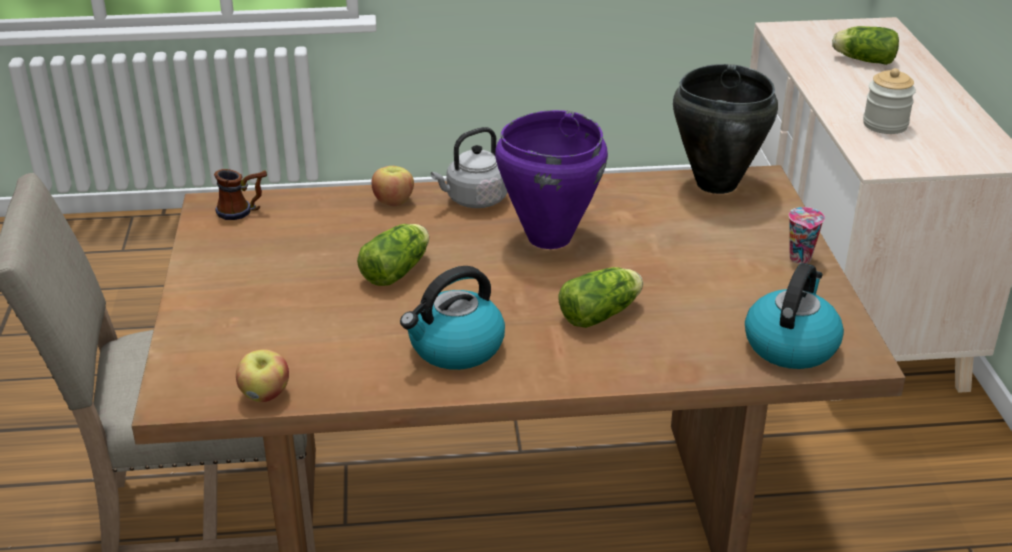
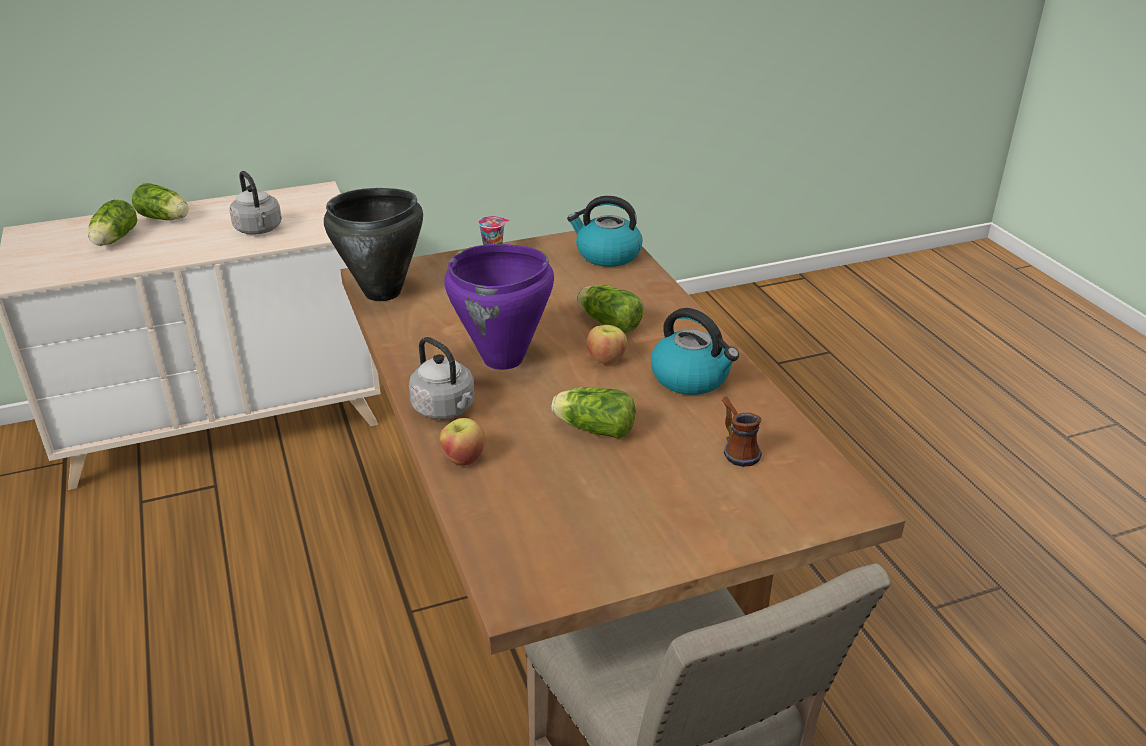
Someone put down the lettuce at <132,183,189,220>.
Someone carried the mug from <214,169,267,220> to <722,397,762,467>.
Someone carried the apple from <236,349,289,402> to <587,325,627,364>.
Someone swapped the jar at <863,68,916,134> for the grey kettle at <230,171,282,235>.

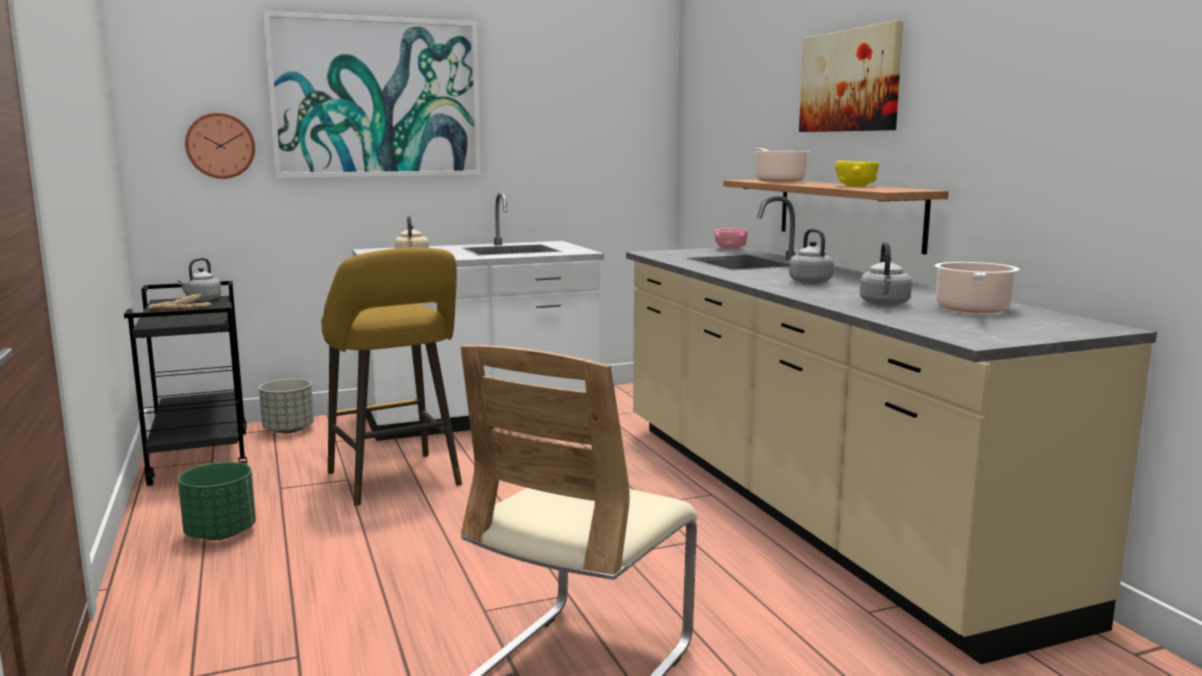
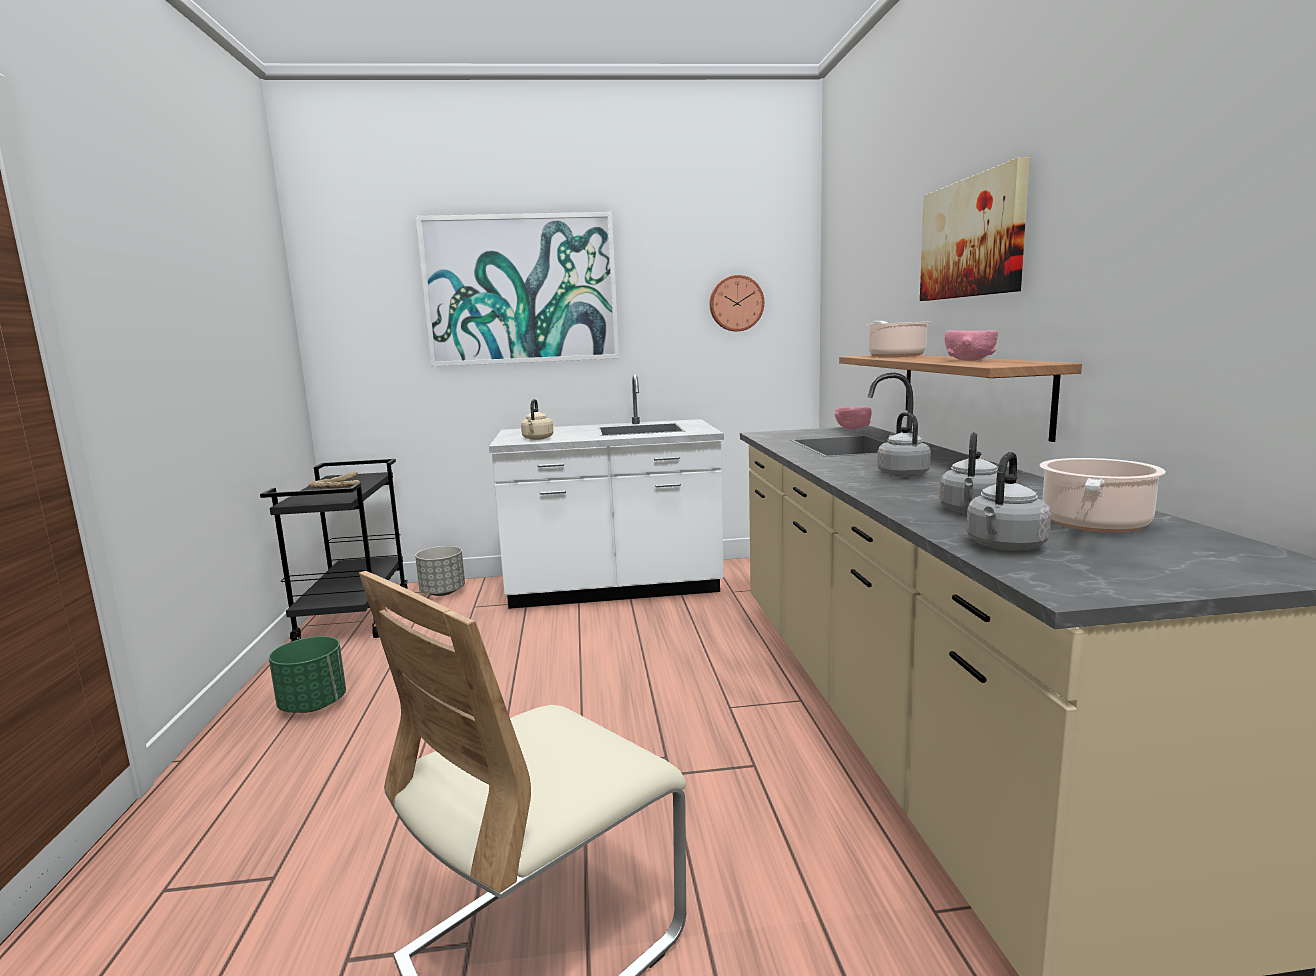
Someone took away the yellow stool at <321,248,462,506>.
Someone carried the grey kettle from <177,258,221,301> to <966,452,1051,551>.
Someone carried the wall clock from <185,113,255,179> to <710,275,764,331>.
Someone repainted the yellow bowl at <835,161,879,187>, which became the pink bowl at <944,330,998,361>.

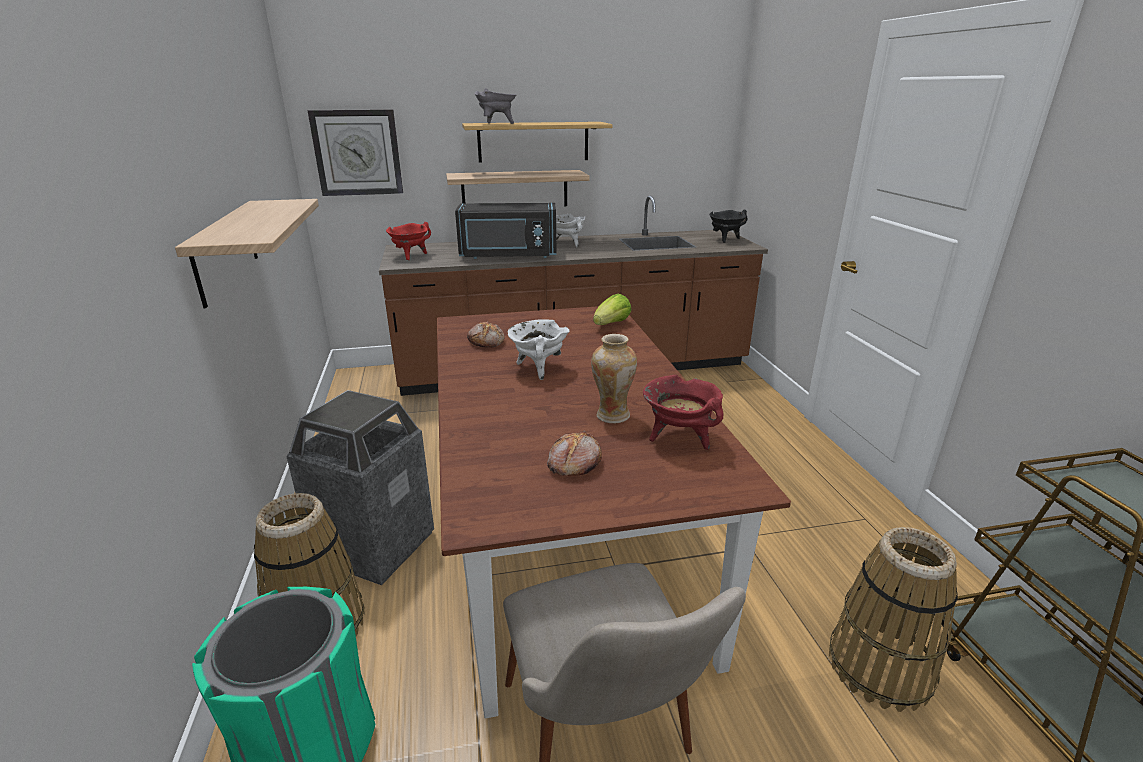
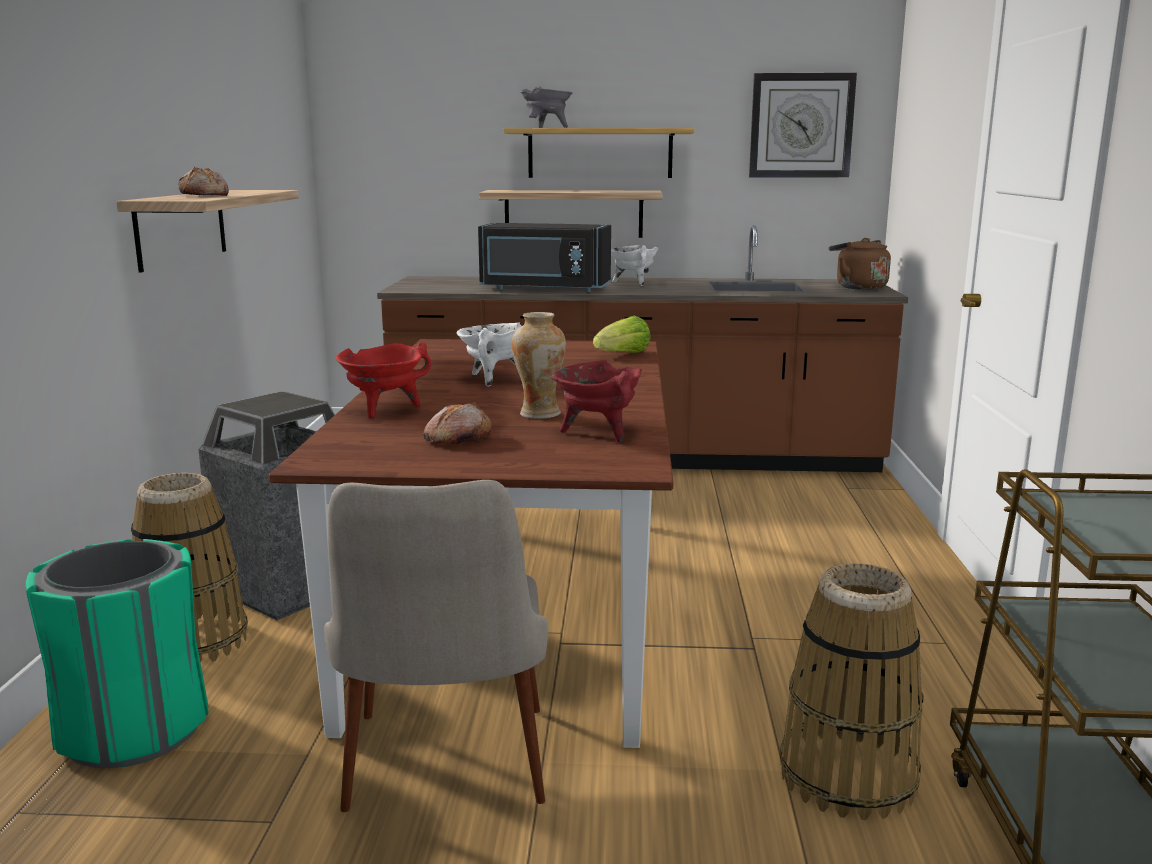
Someone carried the wall clock from <307,110,403,196> to <749,73,857,178>.
Someone carried the red cooking pot from <386,222,431,260> to <336,342,431,419>.
Someone carried the bread from <467,322,505,347> to <179,167,229,196>.
Someone swapped the black cooking pot at <709,210,748,243> for the brown kettle at <829,238,891,290>.

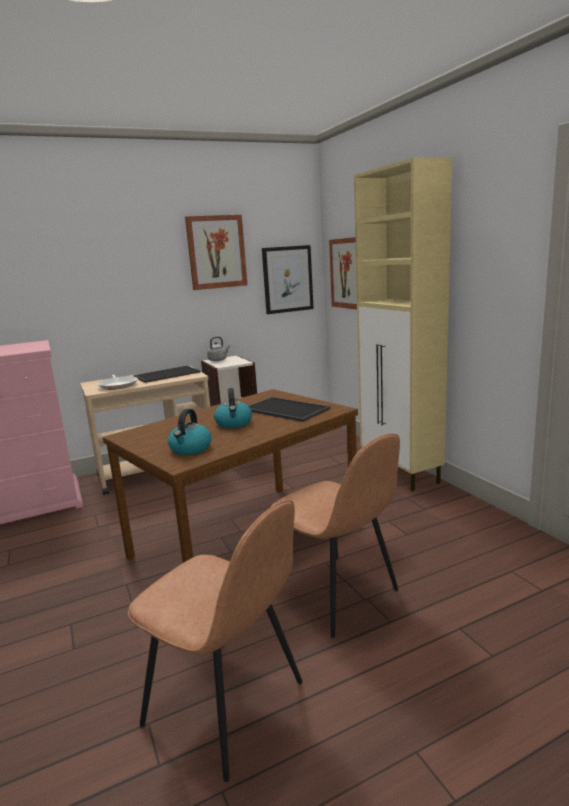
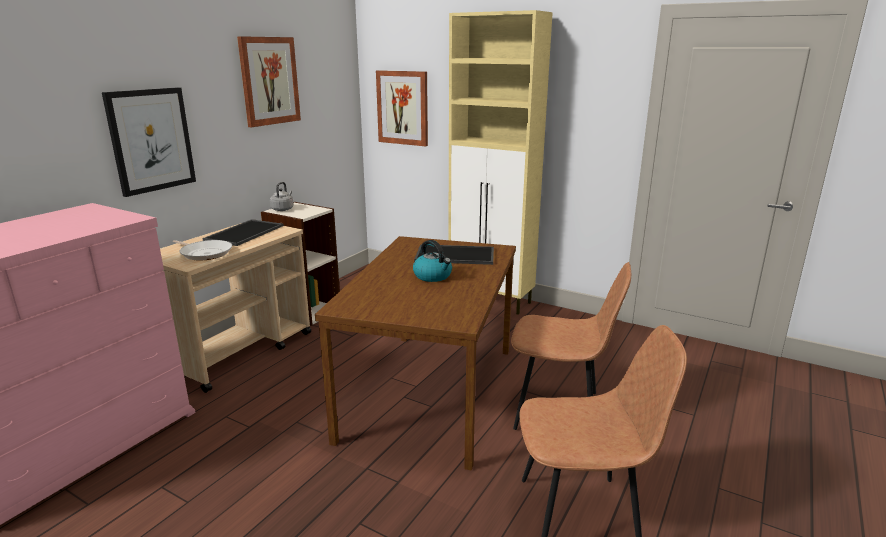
Someone took away the kettle at <168,409,211,455>.
Someone carried the picture from <262,245,314,314> to <102,87,196,197>.

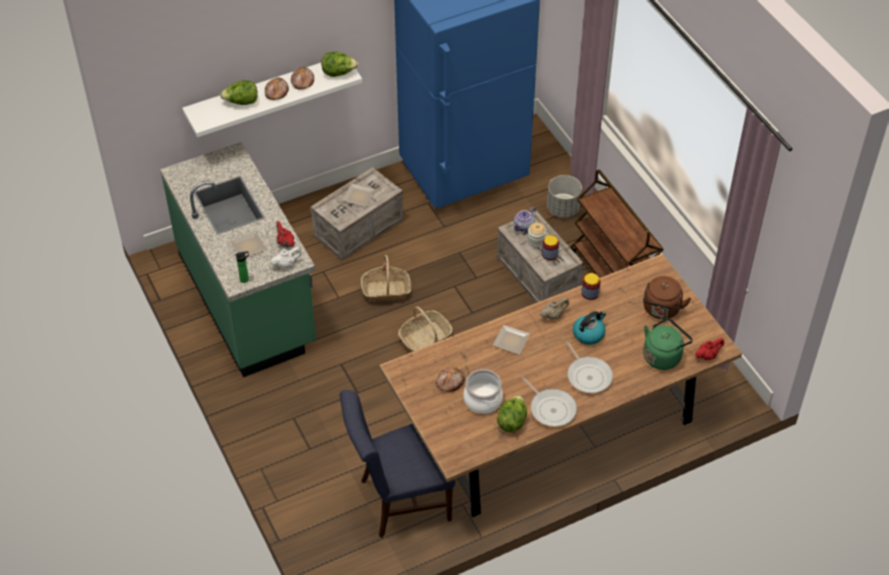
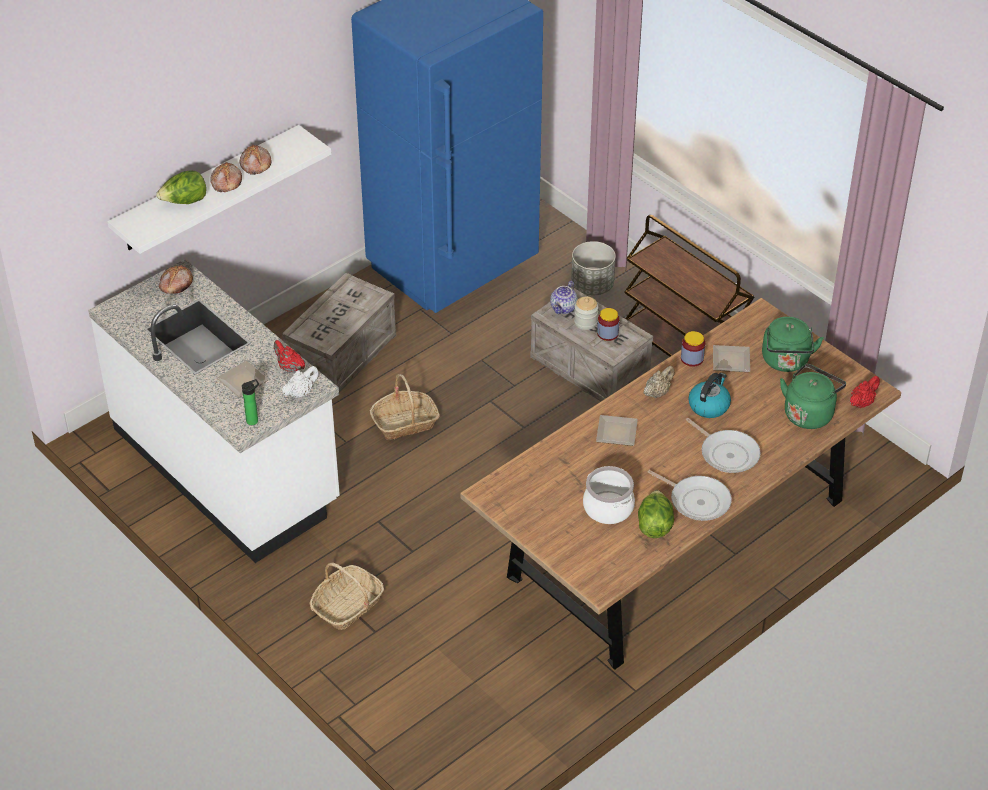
Someone took away the lettuce at <321,52,358,77>.
Someone took away the blue chair at <340,390,455,538>.
Someone carried the plate from <342,184,375,207> to <713,345,750,372>.
Someone carried the basket from <398,306,452,352> to <310,562,384,630>.
Someone carried the bread from <436,367,465,392> to <159,265,193,294>.
Someone repainted the green counter at <160,142,316,377>, which became the white counter at <88,259,340,563>.
Someone repainted the brown kettle at <643,276,691,319>, which became the green kettle at <762,317,824,372>.

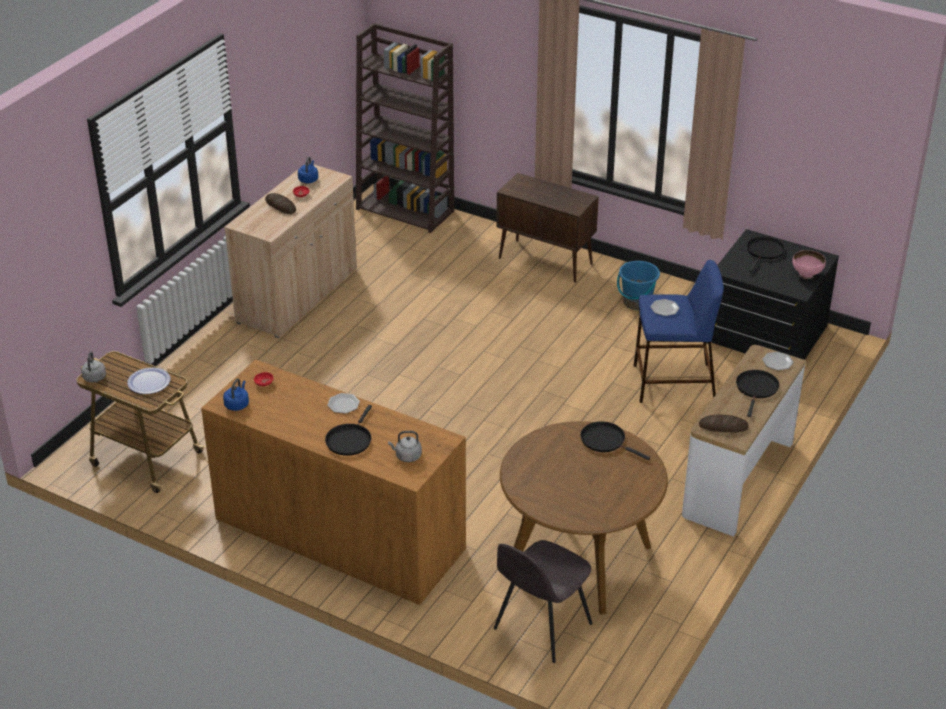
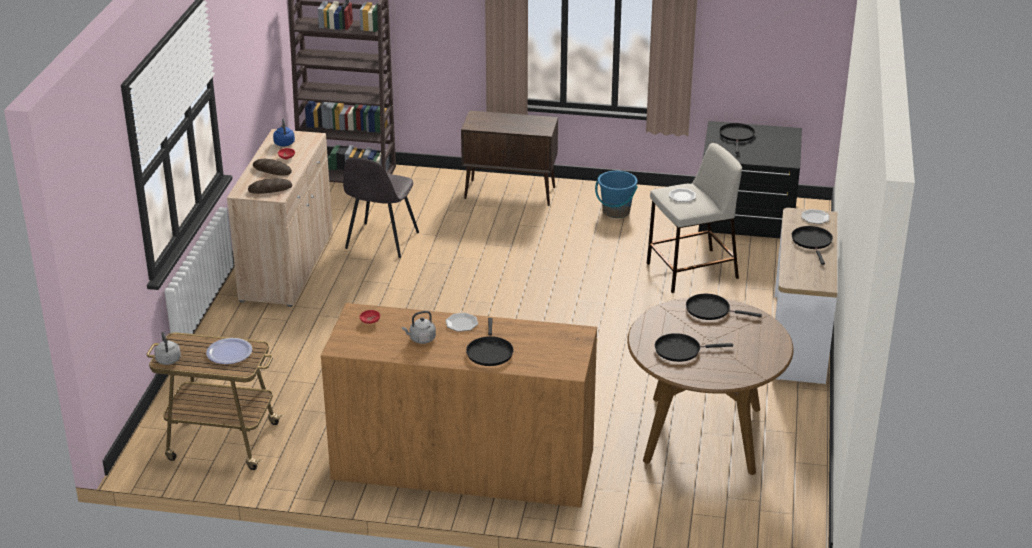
Someone took away the blue kettle at <223,378,249,411>.
Someone took away the pink bowl at <792,250,826,279>.
Someone put down the black frying pan at <655,333,733,362>.
Someone carried the grey kettle from <388,431,422,462> to <402,311,436,344>.
Someone carried the grey chair from <494,540,592,663> to <343,157,419,258>.
Someone carried the bread from <699,415,749,432> to <248,178,292,194>.
Someone repainted the blue stool at <634,260,724,403>, which became the beige stool at <647,143,742,293>.

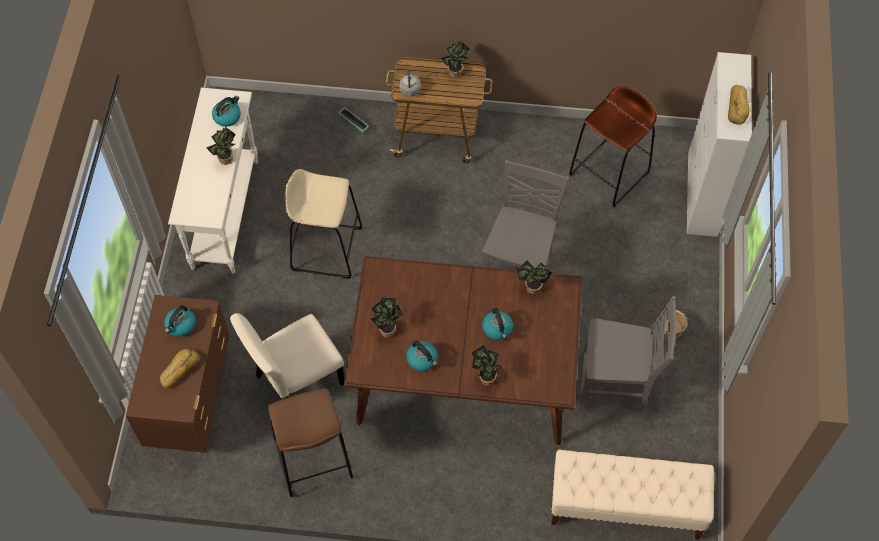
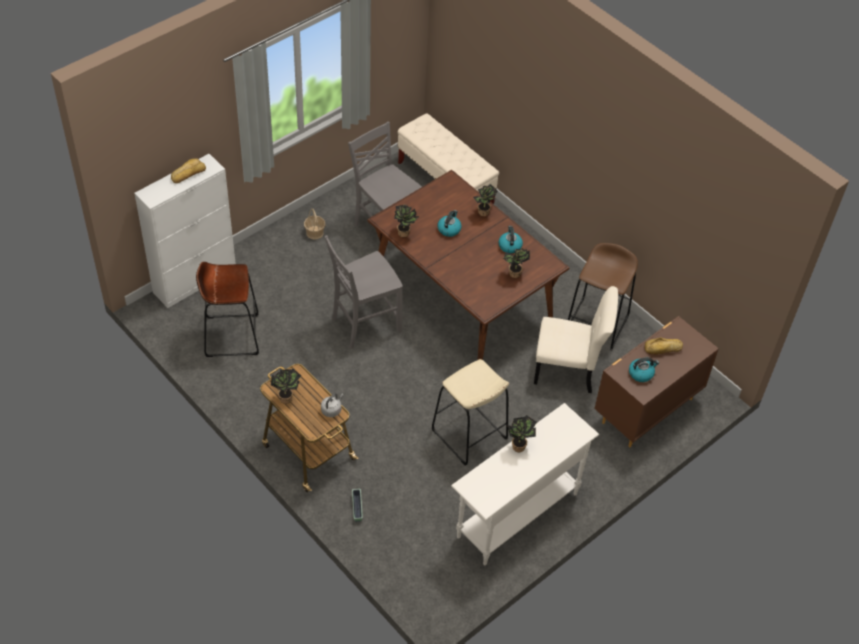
Someone took away the kettle at <212,96,241,127>.

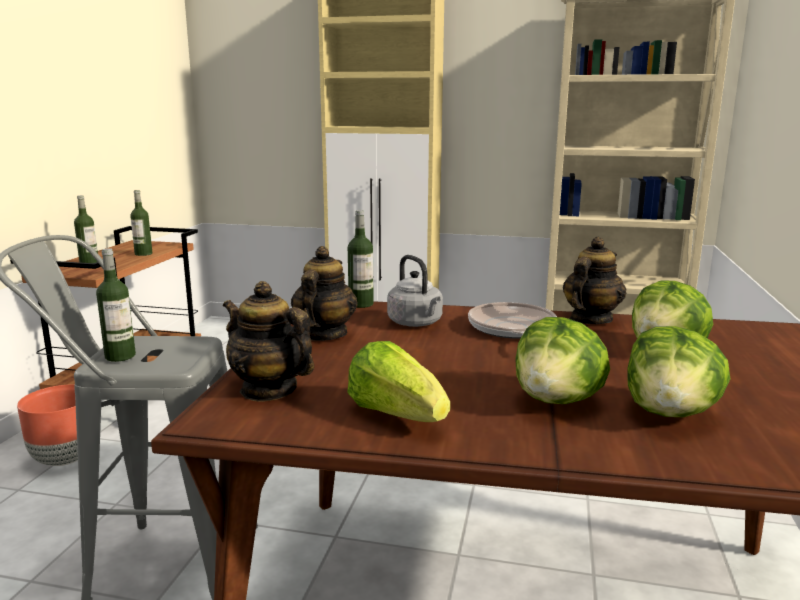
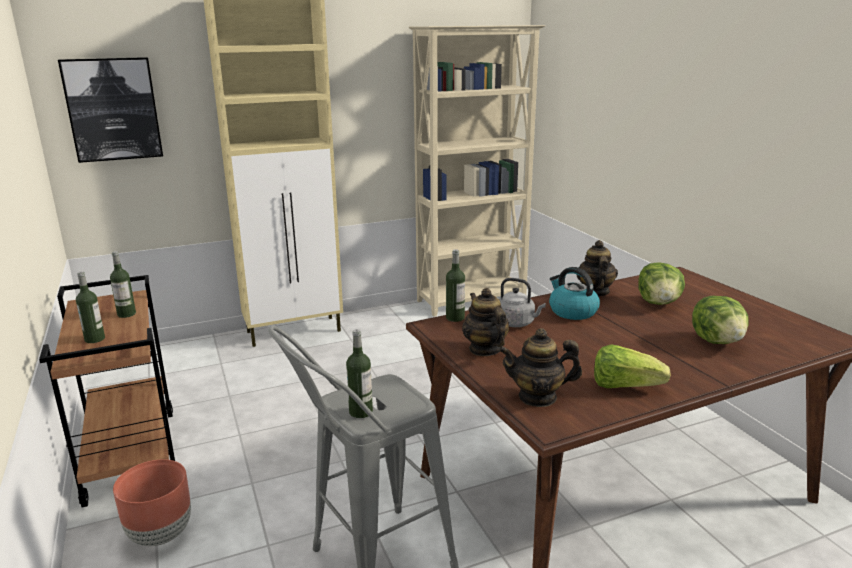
Someone took away the lettuce at <515,317,610,404>.
Someone put up the picture at <58,57,163,163>.
Someone swapped the frying pan at <468,302,557,339> for the kettle at <549,267,600,320>.

